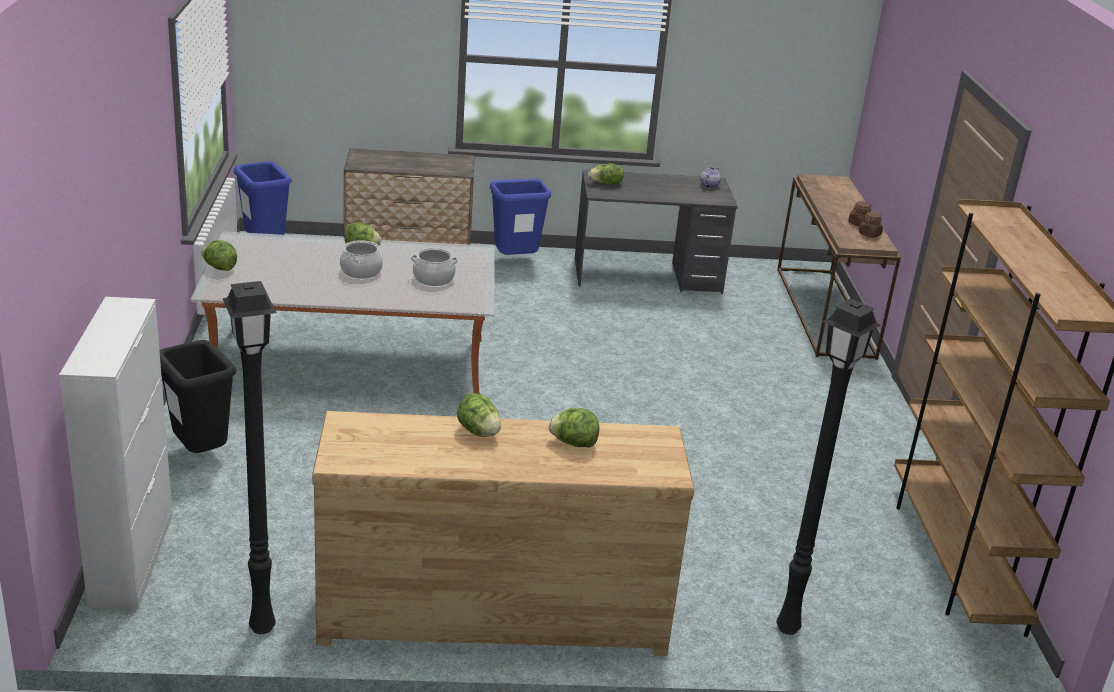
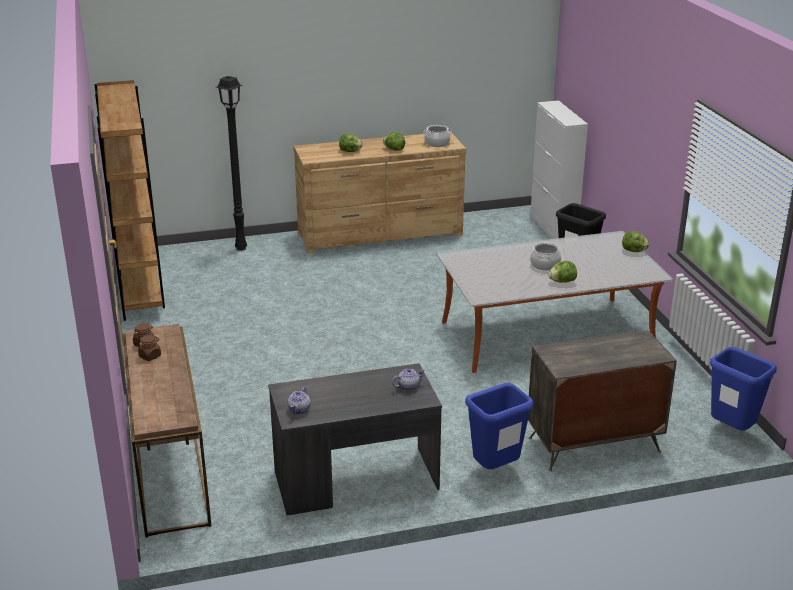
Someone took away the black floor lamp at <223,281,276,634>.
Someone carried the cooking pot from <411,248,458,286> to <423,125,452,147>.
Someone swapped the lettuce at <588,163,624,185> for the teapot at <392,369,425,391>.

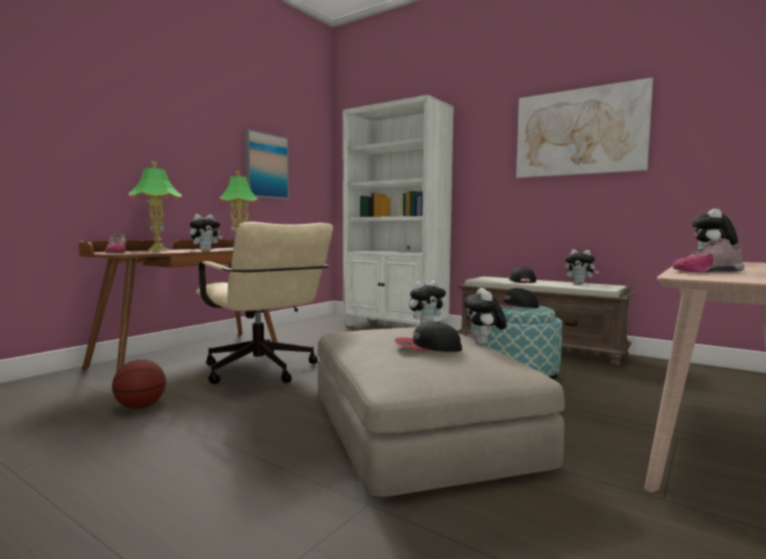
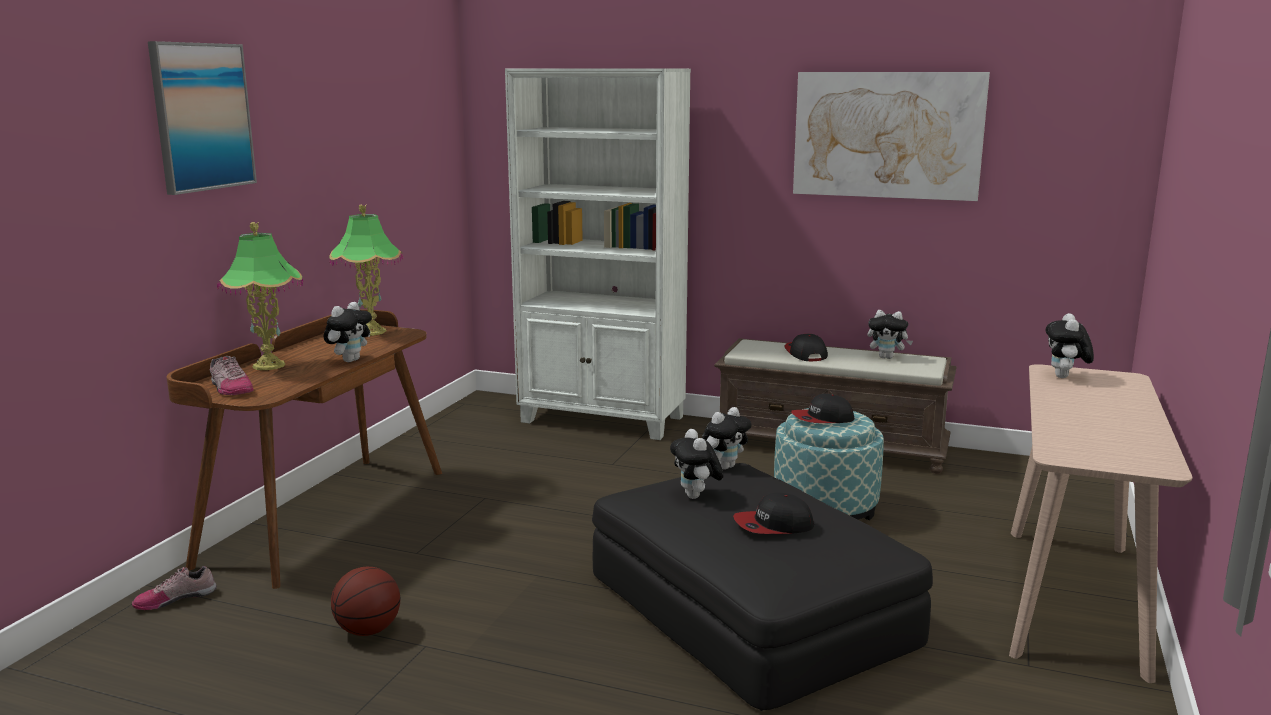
Someone took away the beige office chair at <196,222,333,384>.
Someone carried the picture from <245,129,289,199> to <148,41,257,195>.
Someone carried the plush toy from <464,288,507,345> to <670,429,724,499>.
Someone carried the shoe from <673,238,745,273> to <132,566,217,610>.
Someone repainted the beige ottoman at <317,327,565,498>, which became the black ottoman at <592,463,933,711>.

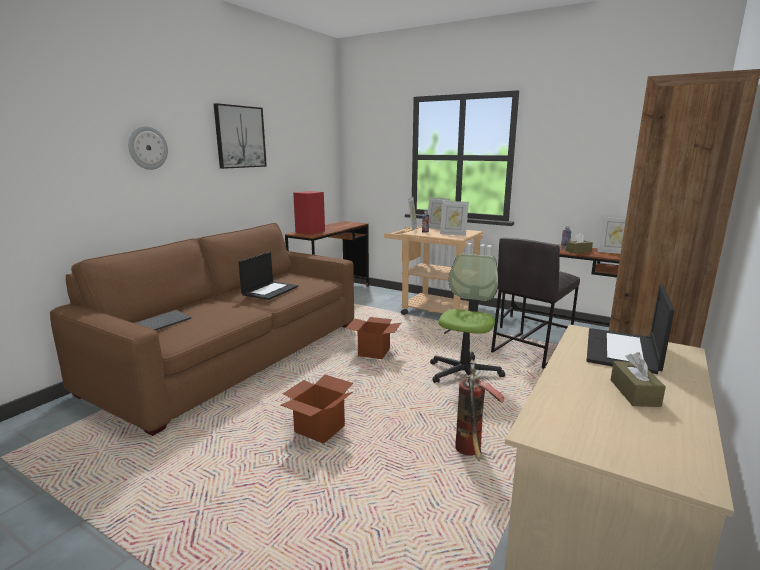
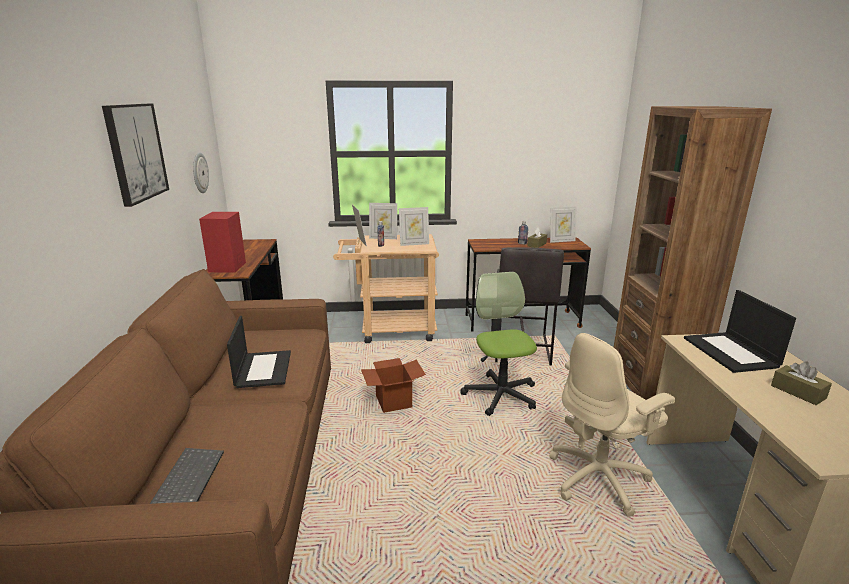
Someone took away the cardboard box at <281,374,353,444>.
Someone carried the wall clock from <128,126,168,170> to <193,152,209,193>.
Someone swapped the fire extinguisher at <455,363,504,461> for the beige office chair at <549,333,675,517>.

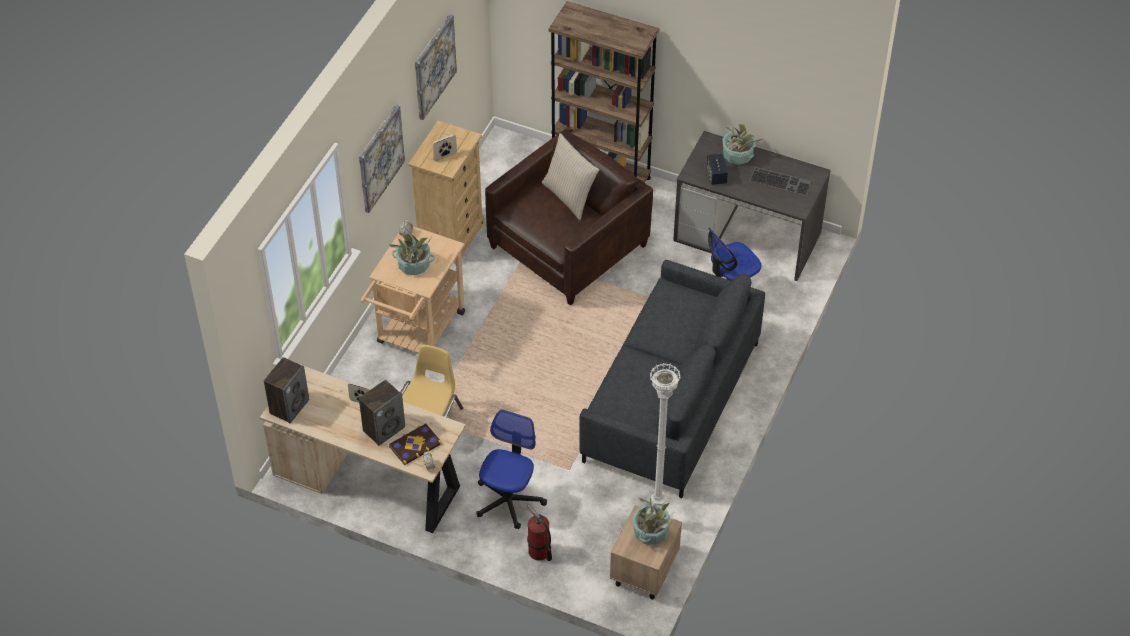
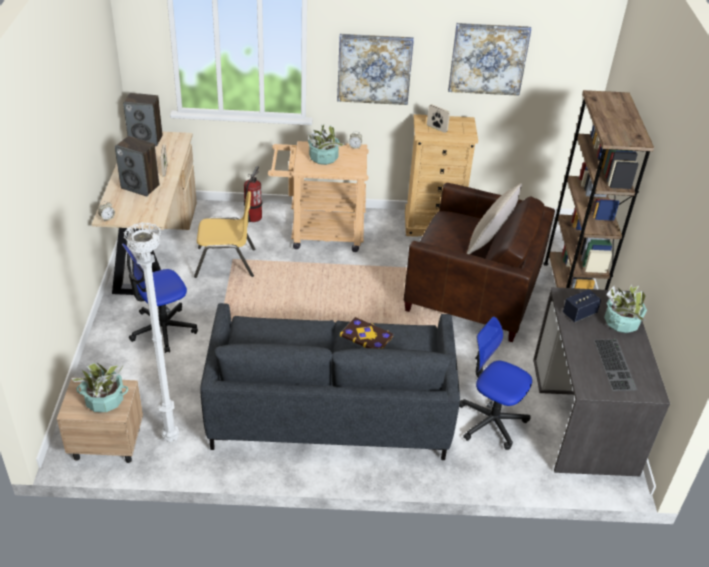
Someone carried the book from <389,423,442,465> to <340,317,394,348>.
Someone carried the fire extinguisher from <527,504,552,561> to <244,166,262,222>.
Someone rotated the office chair at <476,410,547,529> by 150 degrees clockwise.

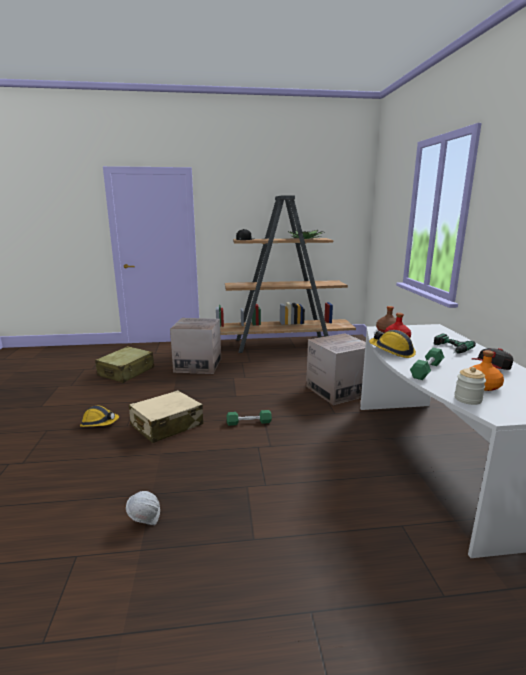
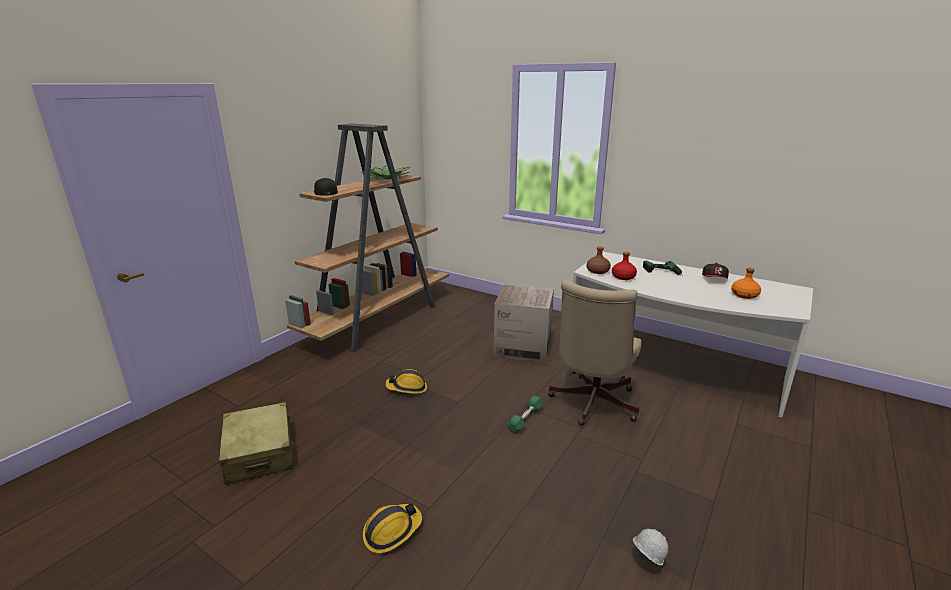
Someone took away the beige suitcase at <129,390,203,443>.
Someone took away the cardboard box at <170,318,221,374>.
Someone took away the green dumbbell at <410,348,444,380>.
Someone took away the jar at <454,367,486,405>.
Someone put down the beige office chair at <548,280,642,426>.
Someone carried the hard hat from <369,330,416,358> to <385,369,427,394>.

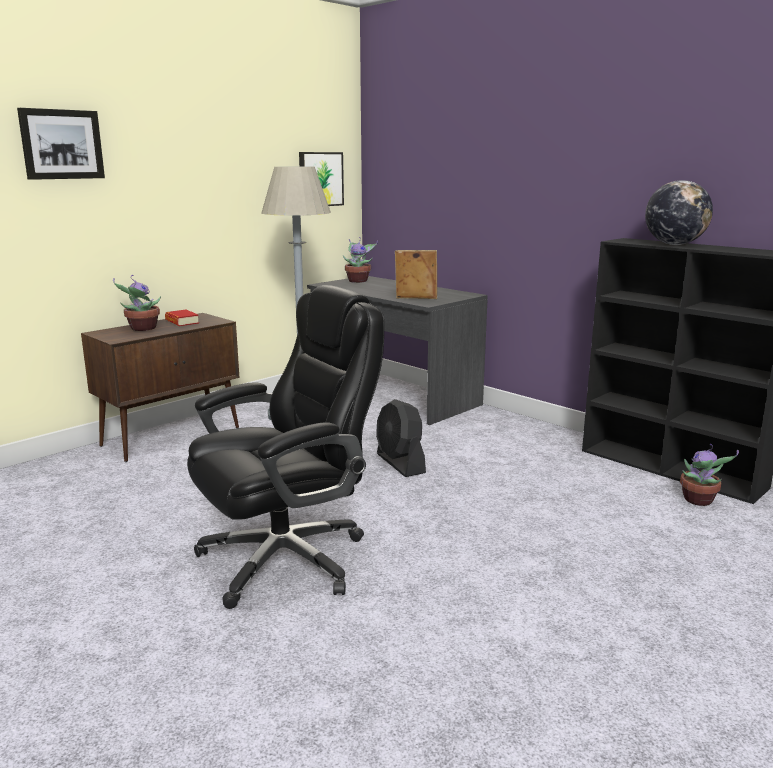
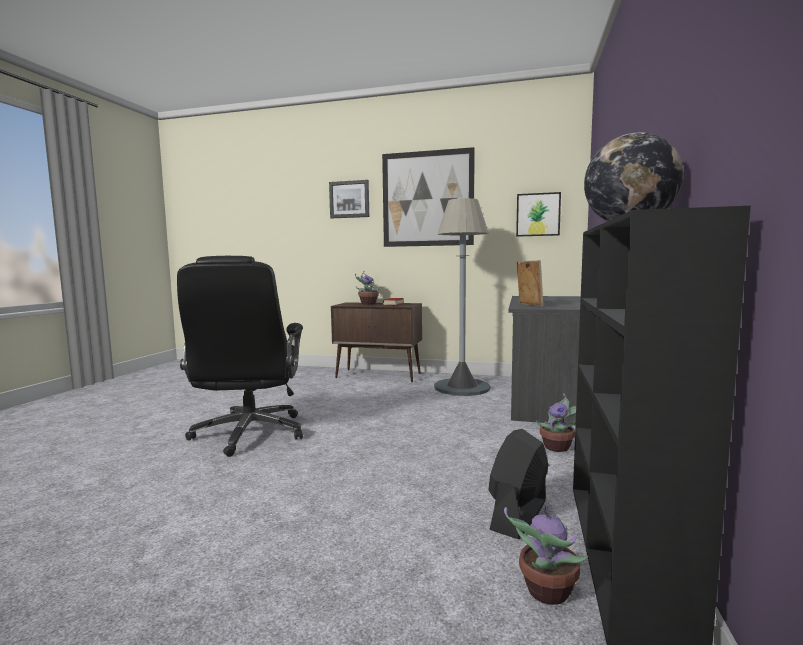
Someone put up the picture at <382,147,475,247>.
Someone carried the potted plant from <343,237,378,283> to <536,393,576,452>.
Someone carried the black fan from <376,399,426,477> to <488,429,548,539>.
Someone rotated the black office chair at <187,285,384,609> by 60 degrees clockwise.

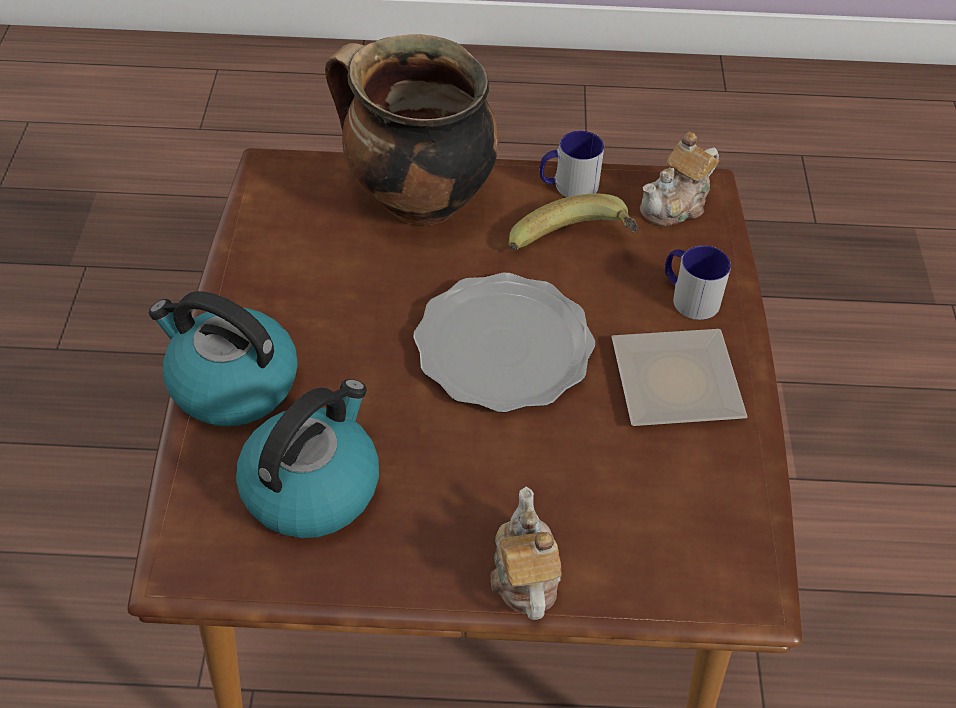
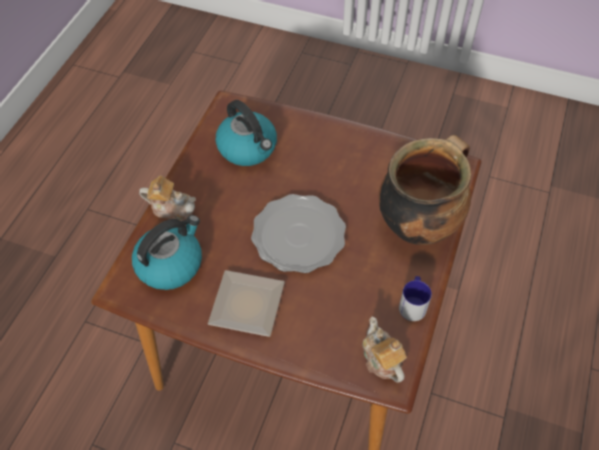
Someone took away the banana at <509,194,639,251>.
Someone took away the mug at <665,245,731,320>.
Someone carried the kettle from <149,291,298,426> to <132,215,202,290>.

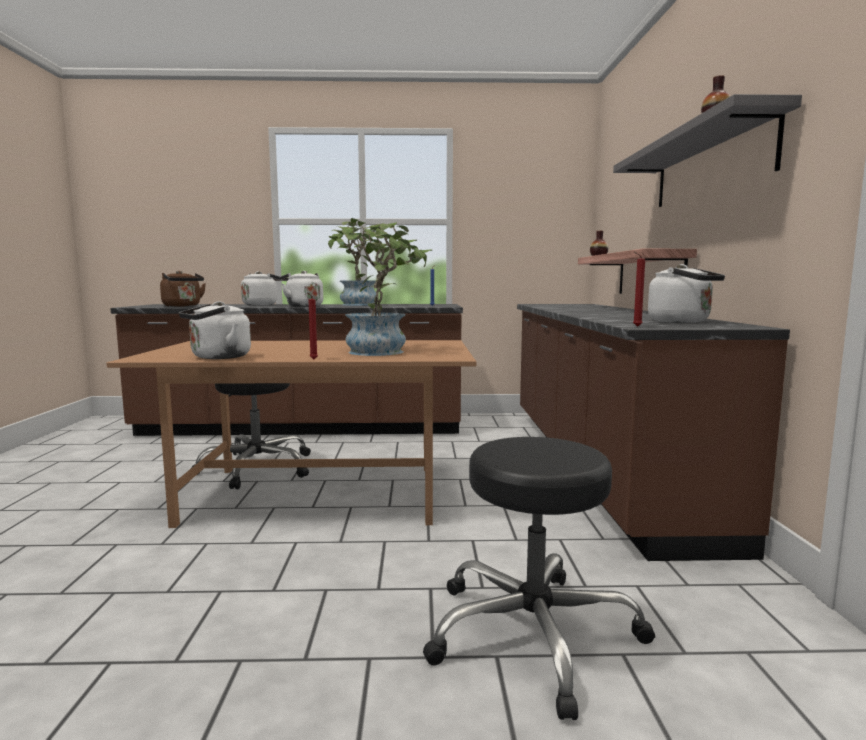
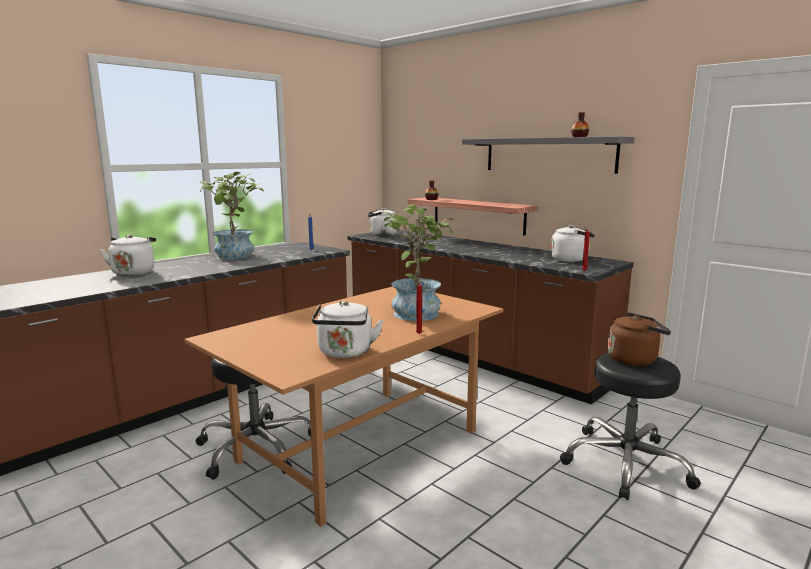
Someone carried the brown kettle from <160,271,206,307> to <607,312,671,366>.
Someone carried the white kettle from <279,271,323,307> to <368,208,398,236>.

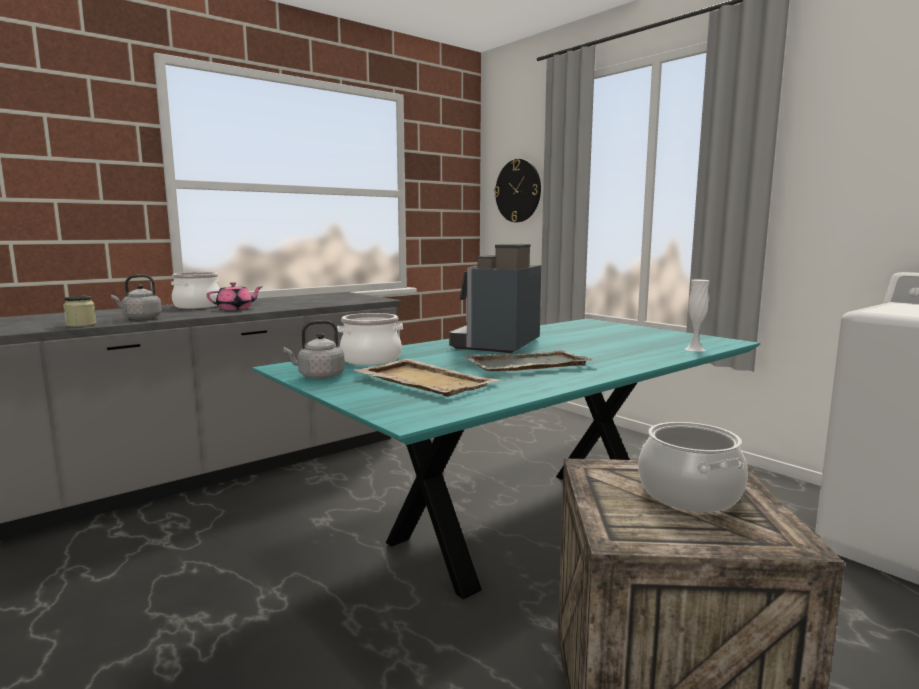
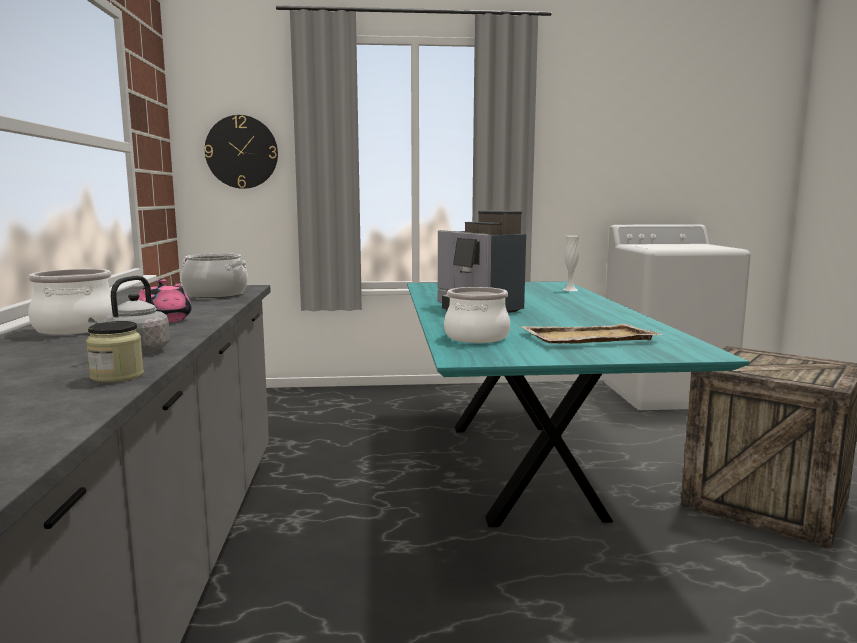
Someone took away the grey kettle at <283,320,345,379>.
Someone took away the grey tray at <462,350,596,371>.
Someone carried the cooking pot from <638,422,748,512> to <181,254,248,298>.

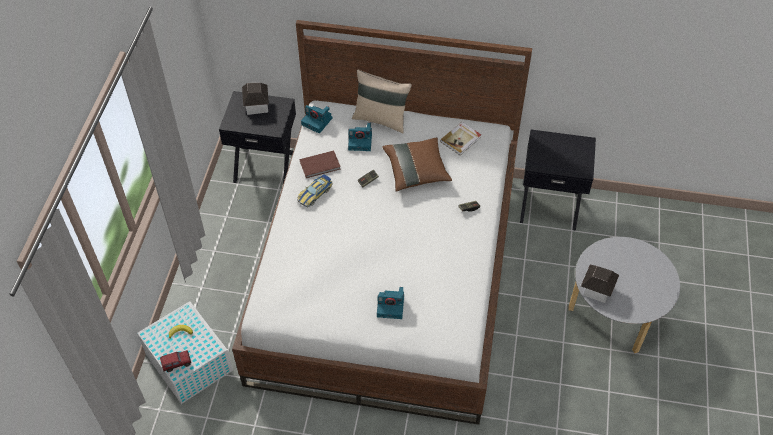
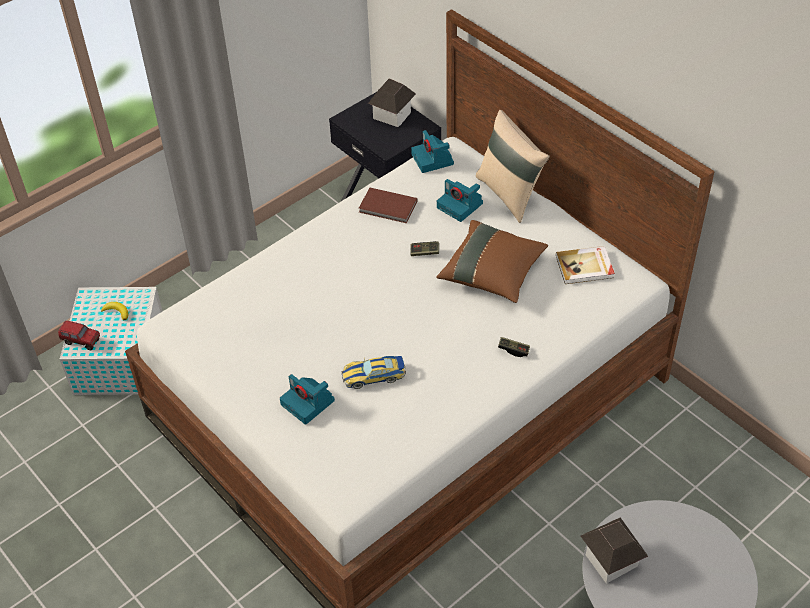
Someone took away the black nightstand at <520,130,596,231>.
Someone carried the toy car from <297,175,333,207> to <342,356,406,389>.

